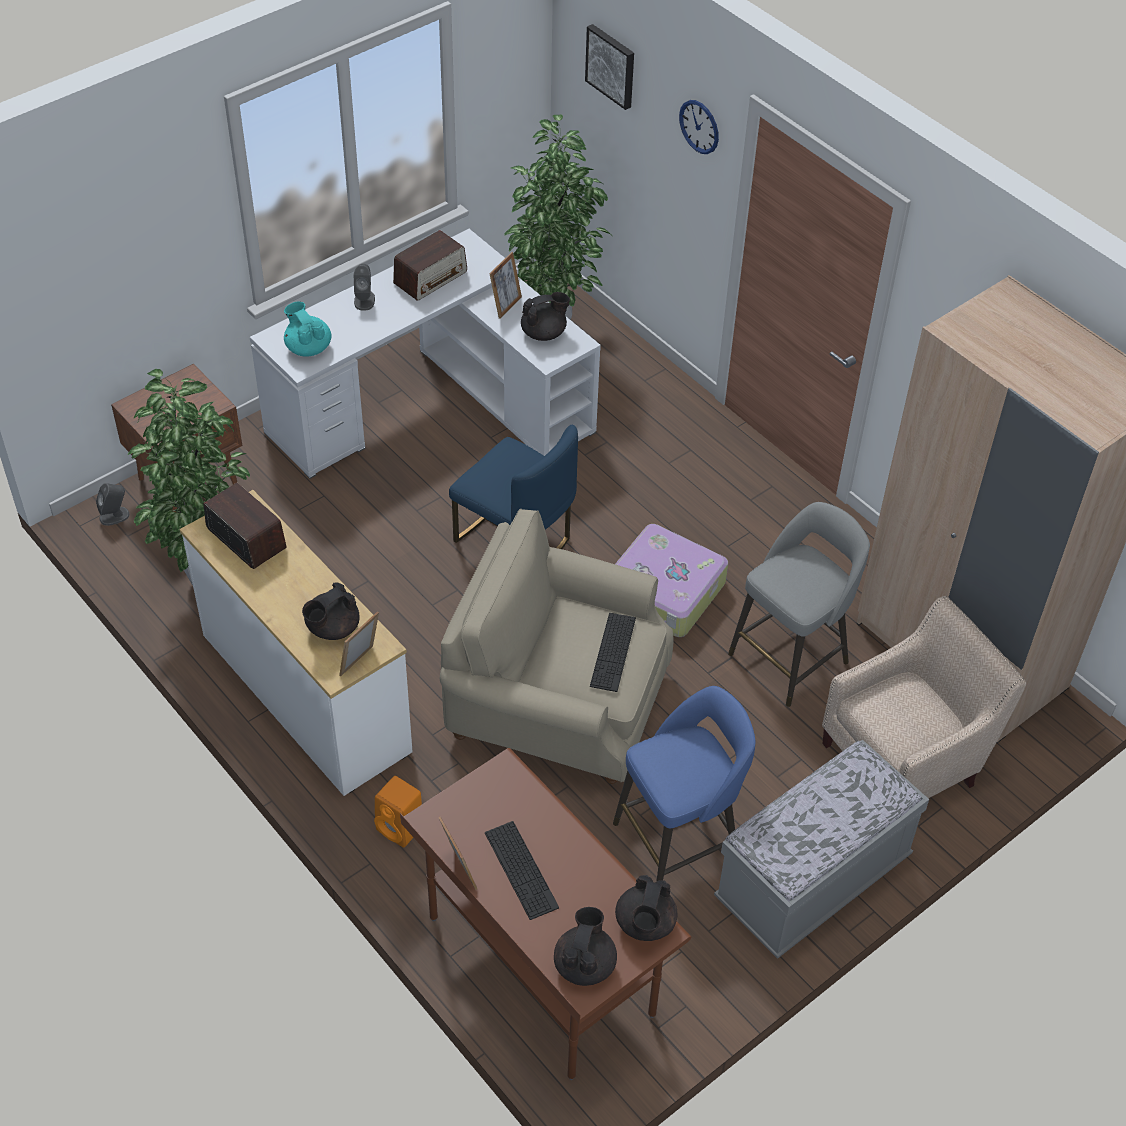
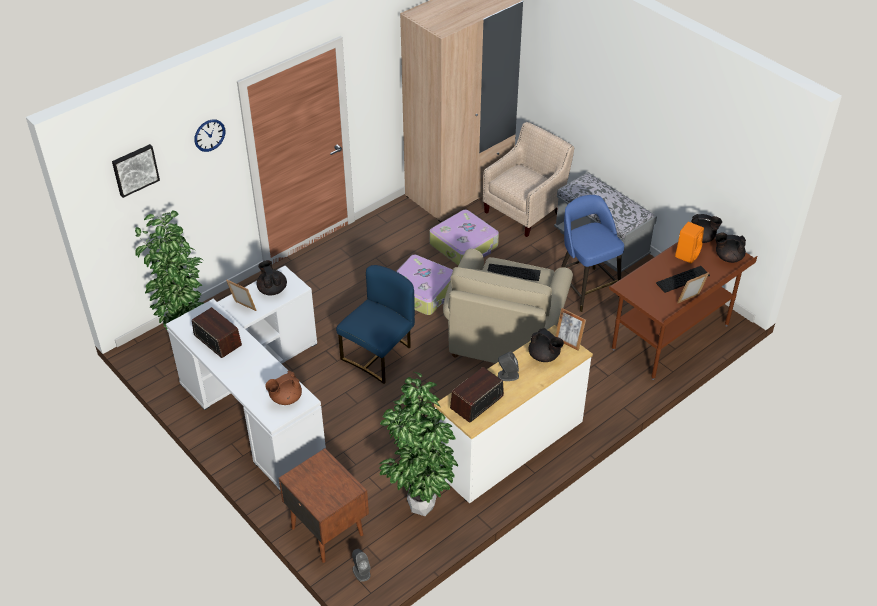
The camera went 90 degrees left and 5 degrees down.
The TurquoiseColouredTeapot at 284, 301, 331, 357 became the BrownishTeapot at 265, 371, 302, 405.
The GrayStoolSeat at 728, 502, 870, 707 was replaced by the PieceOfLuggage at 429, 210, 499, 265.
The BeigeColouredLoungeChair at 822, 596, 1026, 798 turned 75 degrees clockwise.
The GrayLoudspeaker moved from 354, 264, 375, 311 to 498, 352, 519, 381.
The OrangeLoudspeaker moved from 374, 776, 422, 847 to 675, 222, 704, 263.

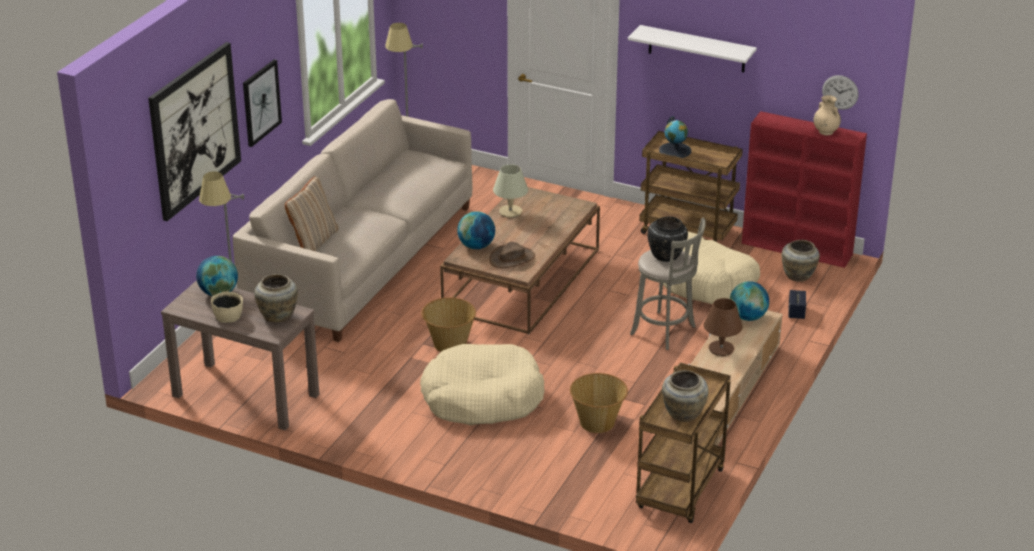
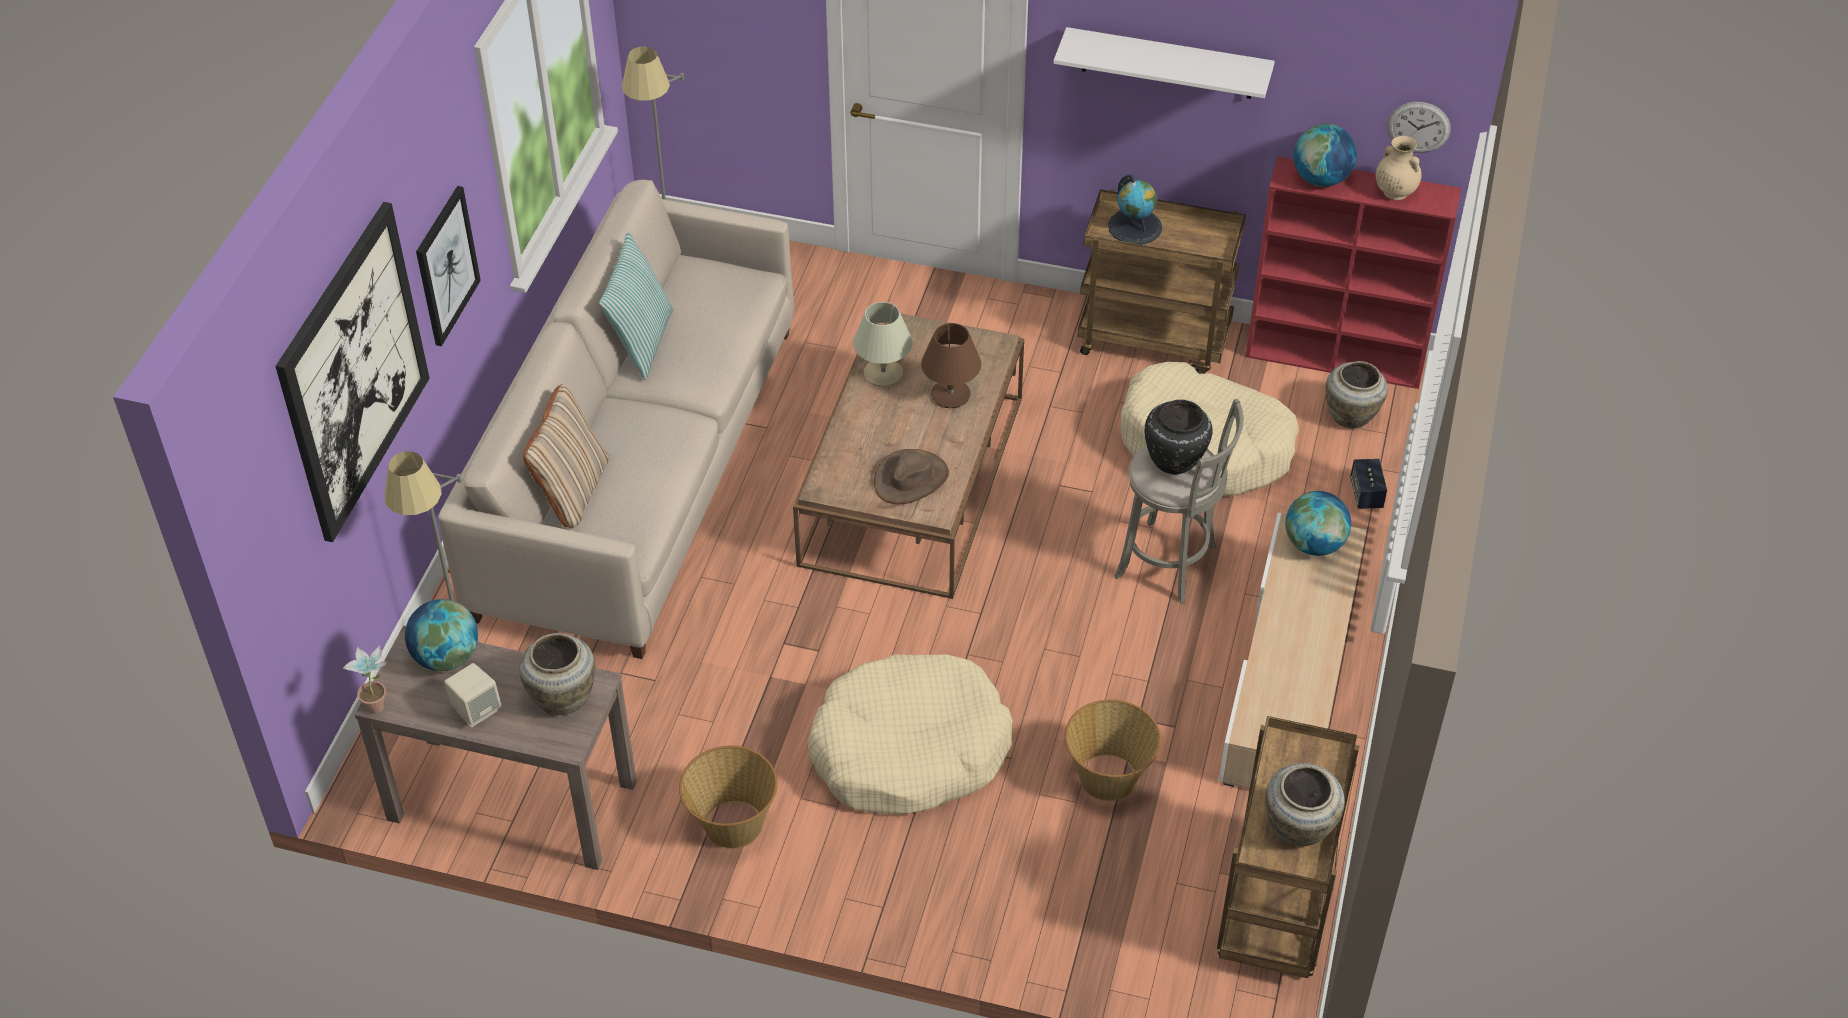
The camera went 10 degrees left and 15 degrees up.
The PlantInAPot at 343, 645, 387, 714 appeared.
The BeigeColouredDeepDish at 211, 292, 243, 323 was replaced by the BeigeColouredLoudspeaker at 444, 663, 502, 728.
The Cushion at 599, 232, 673, 380 appeared.
The HouseholdBasket moved from 421, 297, 476, 352 to 679, 746, 777, 849.
The BrownishTabletopLamp moved from 704, 298, 743, 356 to 921, 323, 981, 408.
The WorldGlobe moved from 457, 211, 495, 249 to 1294, 124, 1357, 187.

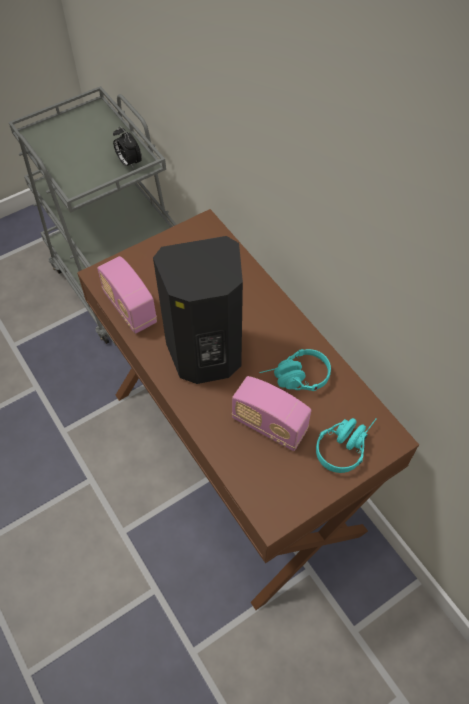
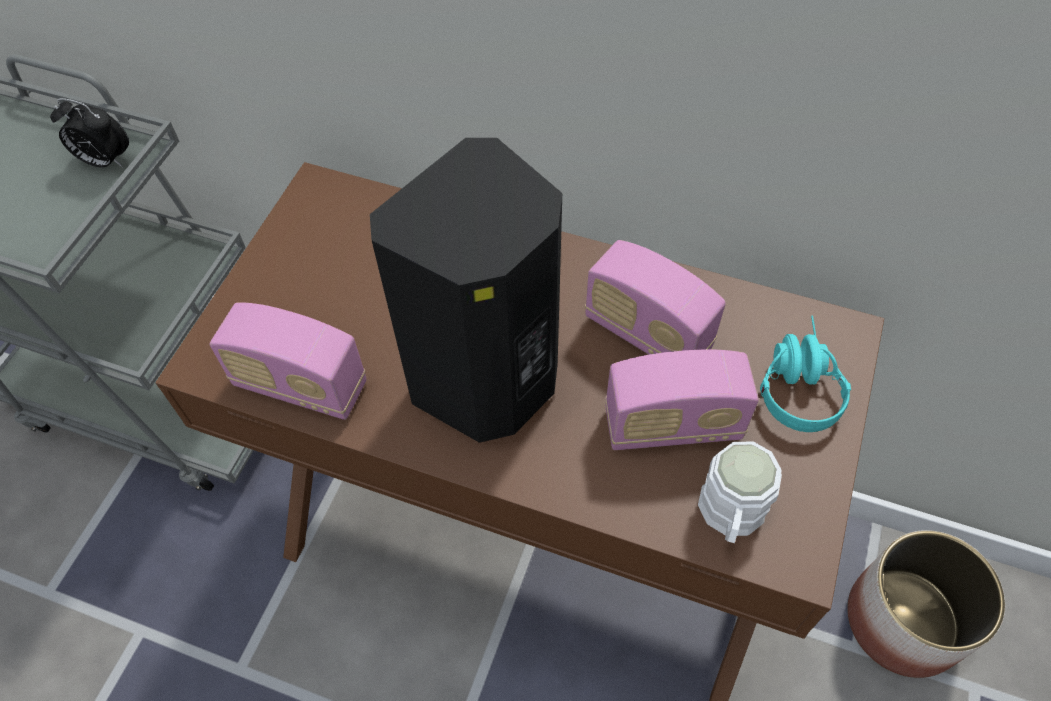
The camera went 35 degrees left and 0 degrees up.
The TurquoiseColouredHeadphones at 259, 349, 331, 391 was replaced by the RadioSet at 585, 240, 726, 355.
The WhiteTeaMug at 698, 441, 782, 543 appeared.
The FlowerPot at 847, 530, 1005, 678 appeared.

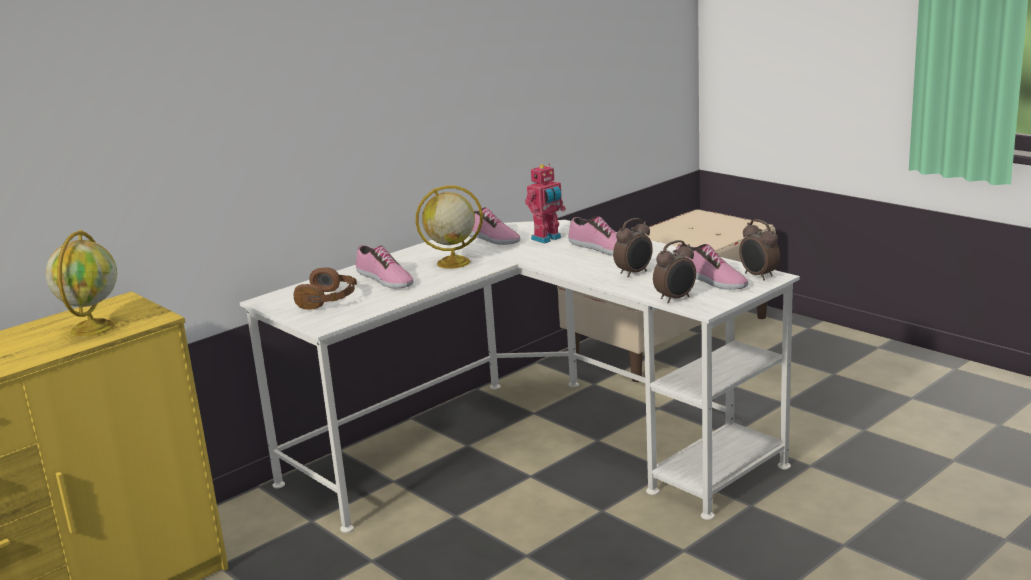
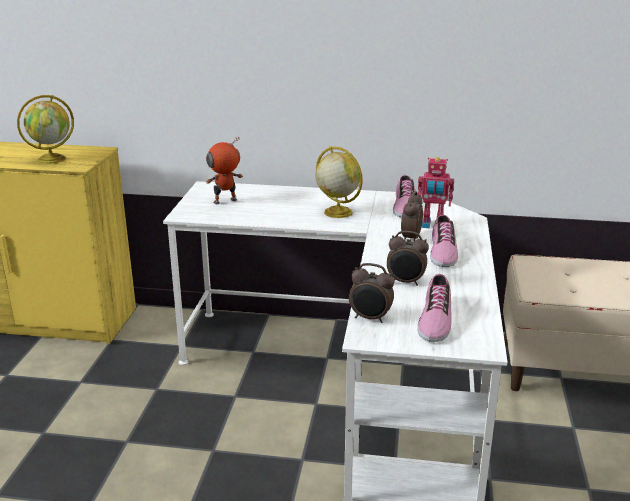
The camera went 50 degrees right and 5 degrees up.
The BrownishHeadphones at 294, 268, 357, 310 was replaced by the ToyRobot at 206, 137, 243, 204.
The BedsideClock moved from 739, 219, 780, 280 to 401, 191, 423, 241.
The Shoe at 356, 245, 414, 288 disappeared.

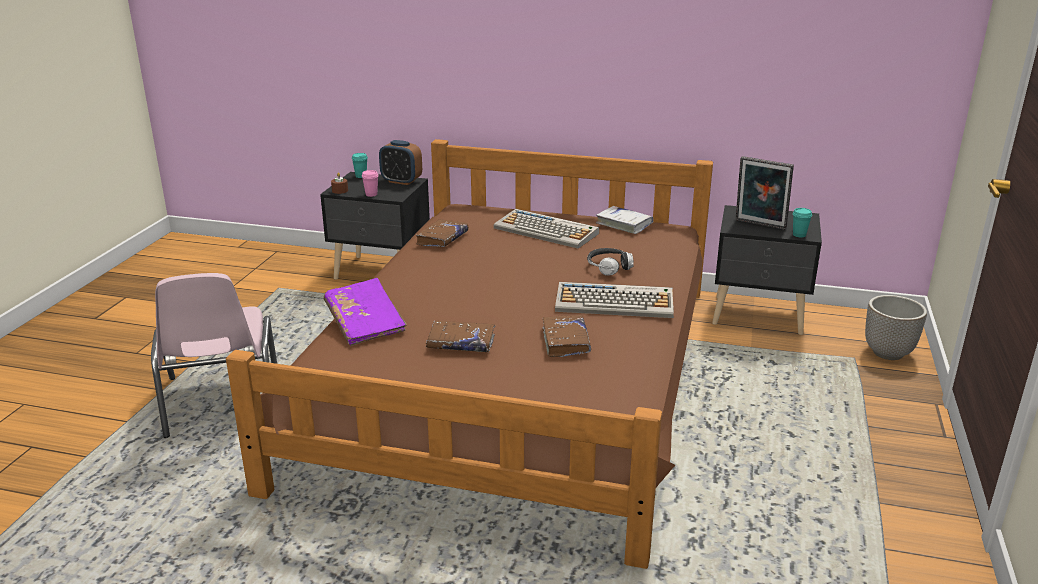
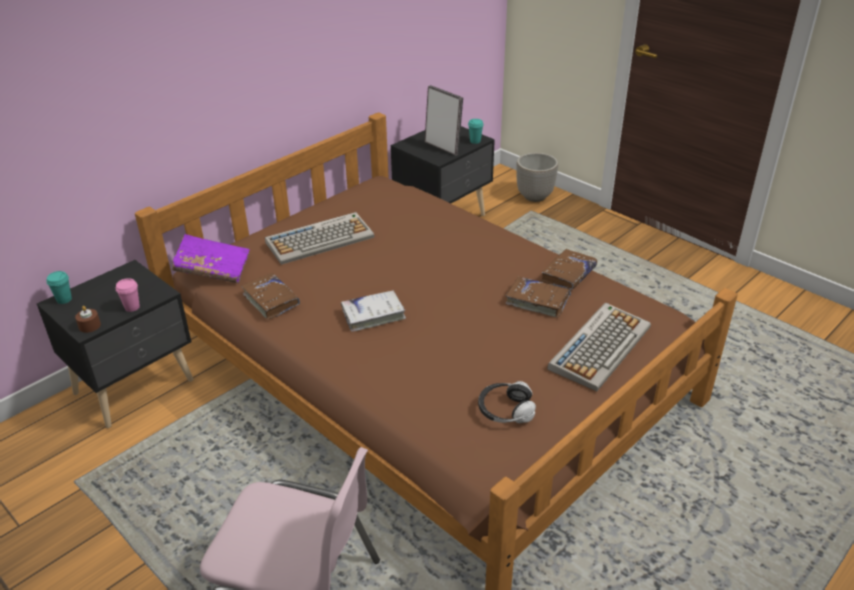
The camera went 60 degrees left and 10 degrees up.
The PurpleBoundBook moved from 324, 278, 407, 346 to 172, 234, 249, 283.
The WhiteBoundBook moved from 596, 206, 653, 234 to 341, 290, 406, 332.
The StandingFrame at 735, 156, 794, 230 turned 105 degrees counterclockwise.
The Headphones moved from 587, 248, 634, 276 to 478, 381, 536, 423.
The BrownishBoundBook moved from 426, 321, 495, 352 to 541, 249, 597, 290.
The ComputerKeyboard moved from 555, 282, 674, 318 to 547, 303, 651, 391.
The BedsideClock at 379, 140, 422, 185 disappeared.

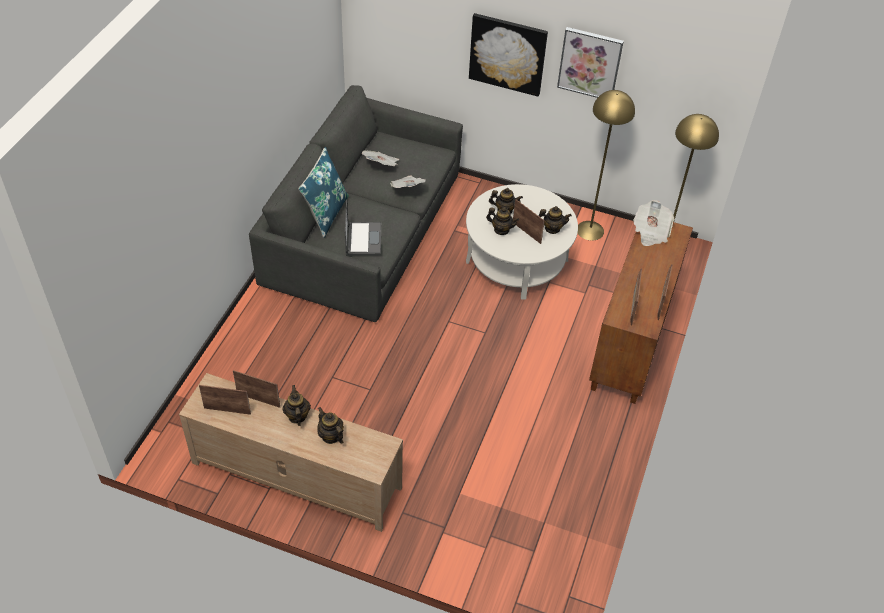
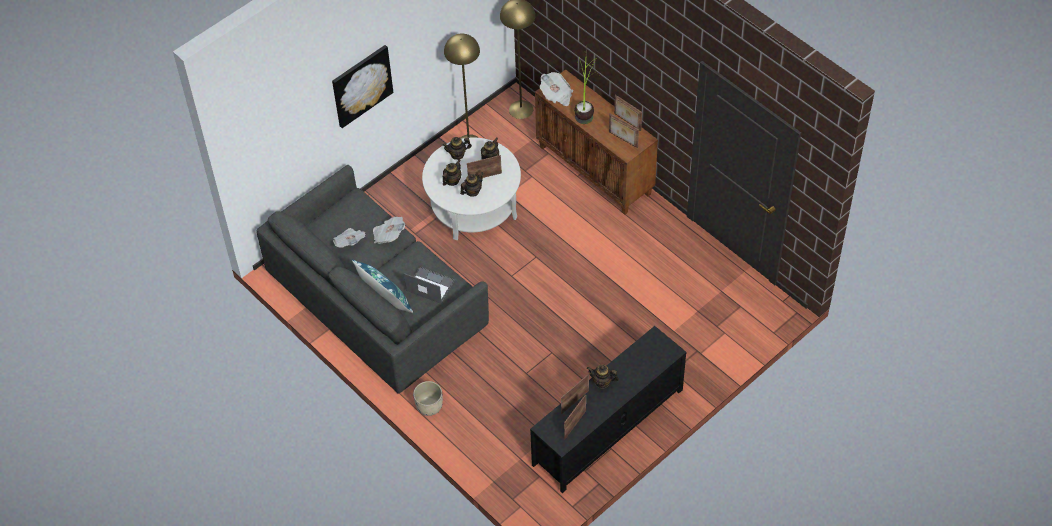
The camera went 60 degrees left and 5 degrees up.
The BeigeColouredFlowerPot at 413, 381, 443, 416 appeared.
The Teapot moved from 317, 407, 344, 444 to 442, 137, 472, 160.
The BeigeColouredTvUnit at 179, 373, 403, 532 became the BlackTvUnit at 530, 326, 686, 493.
The PlantInAPot at 574, 45, 597, 124 appeared.
The WallPicture at 557, 27, 624, 98 disappeared.

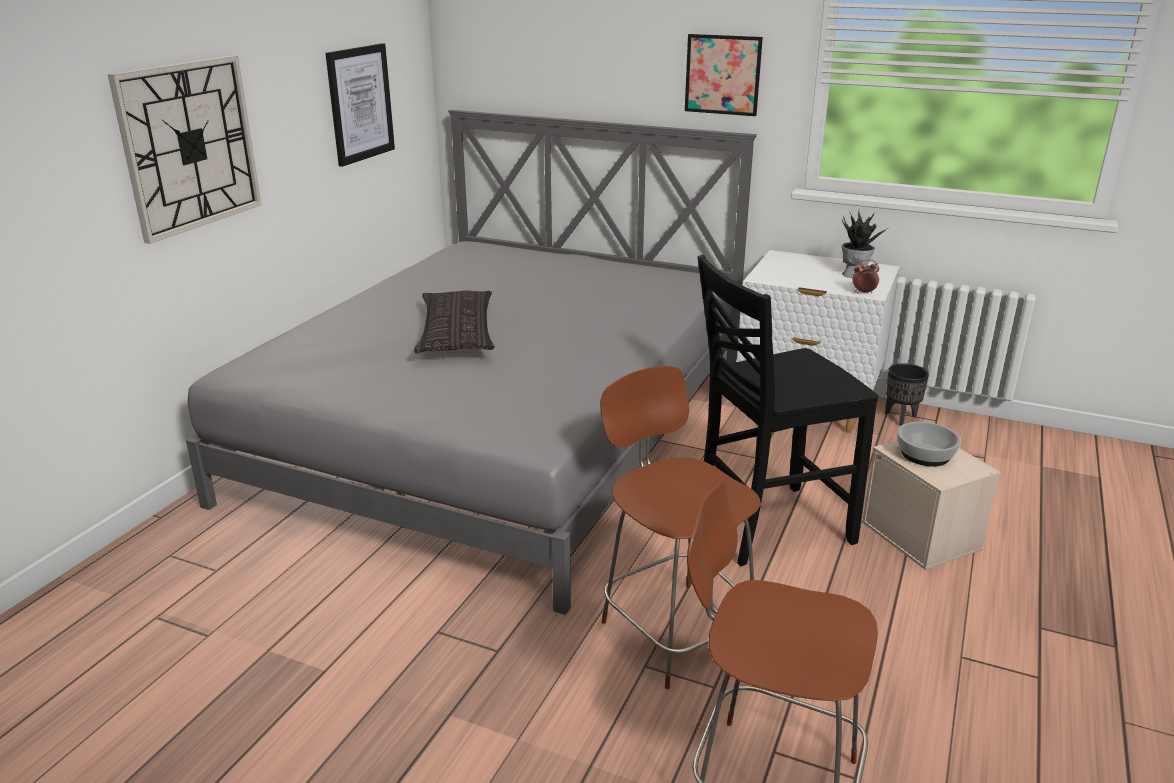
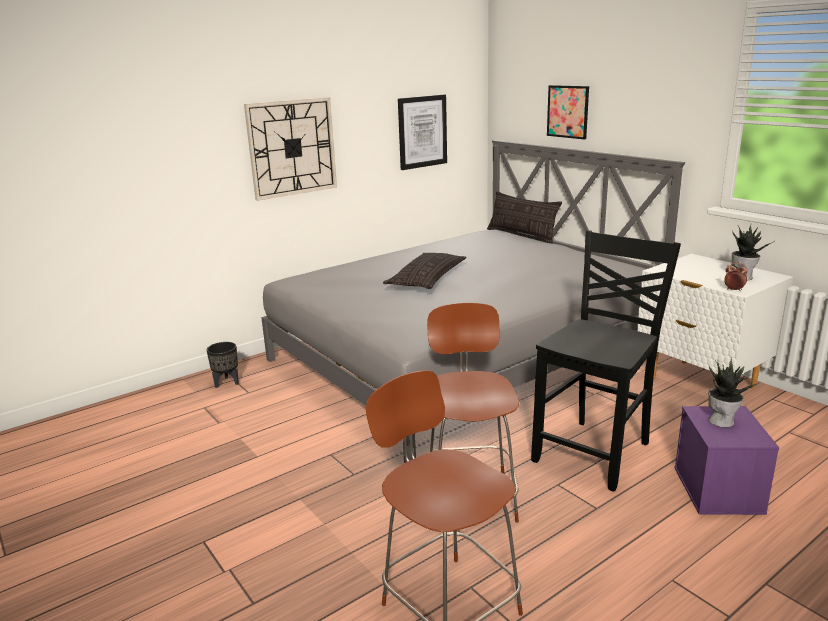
The camera went 30 degrees right and 5 degrees down.
The BlackFlowerPot moved from 885, 363, 929, 426 to 207, 342, 239, 388.
The Cushion at 487, 191, 562, 243 appeared.
The BlackUprightChair at 697, 255, 878, 566 turned 120 degrees clockwise.
The WallPicture moved from 685, 34, 763, 116 to 547, 85, 589, 140.
The BeigeColouredStorageBox at 861, 440, 1001, 570 became the PurpleStorageBox at 675, 406, 779, 515.
The DeepDish at 897, 422, 961, 467 was replaced by the PlantInAPot at 708, 358, 761, 428.

